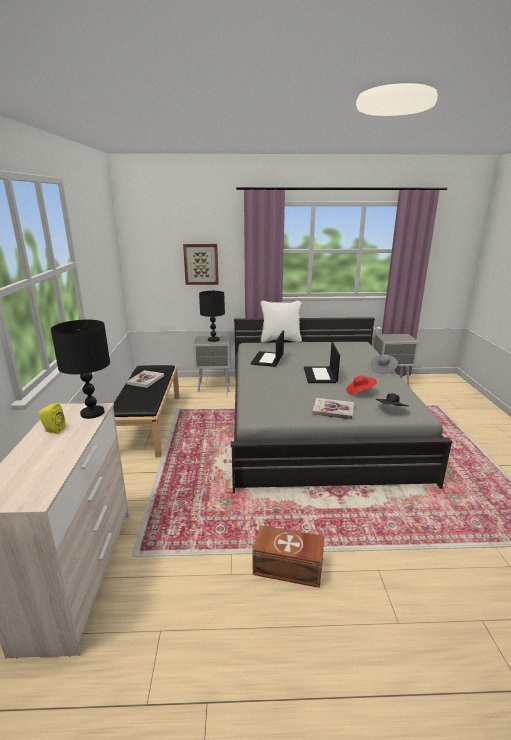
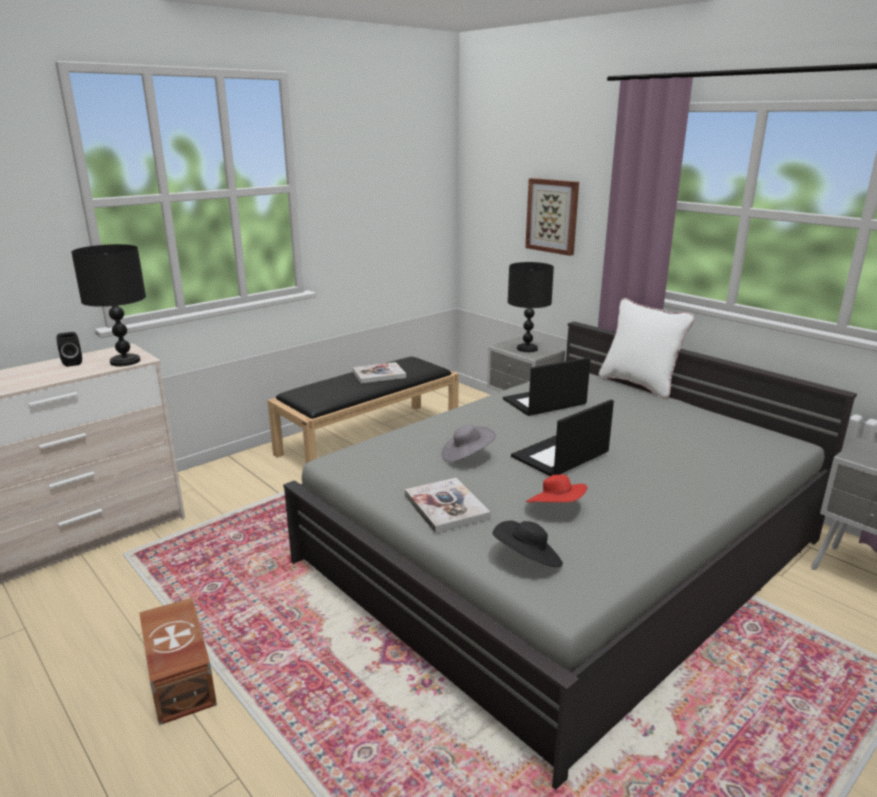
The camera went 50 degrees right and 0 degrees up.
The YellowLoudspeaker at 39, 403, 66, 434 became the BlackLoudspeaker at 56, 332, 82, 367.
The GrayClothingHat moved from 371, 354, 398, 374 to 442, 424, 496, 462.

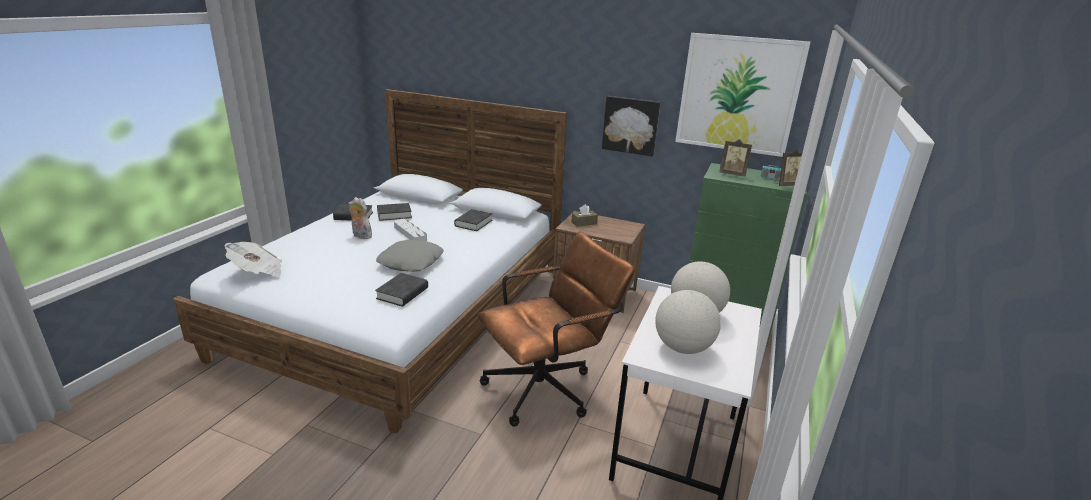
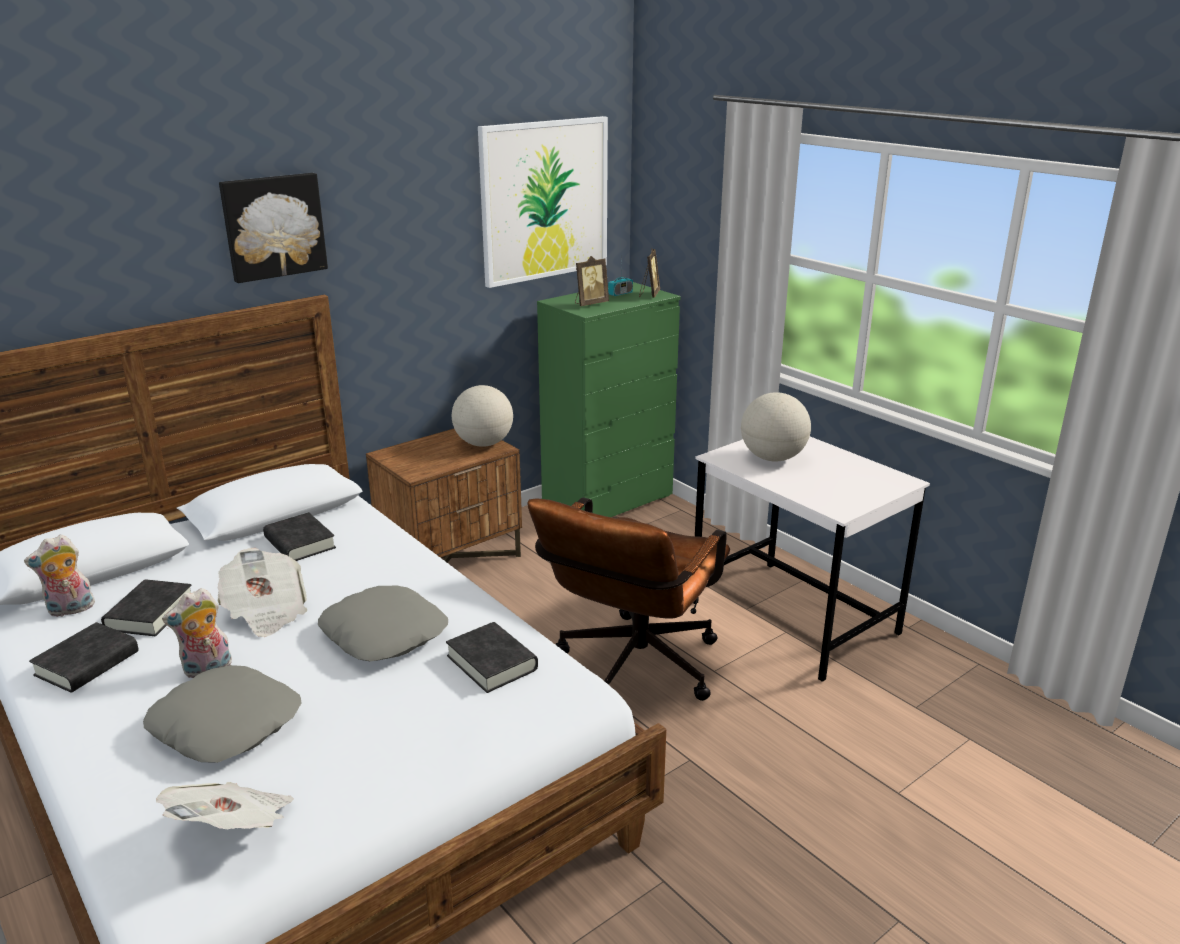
The camera went 60 degrees left and 0 degrees up.
The SoftToy at 24, 534, 95, 617 appeared.
The GrayCushion at 143, 665, 302, 763 appeared.
The GrayCarryingTray at 394, 219, 427, 241 was replaced by the PrintedPaper at 217, 548, 307, 637.
The WallPicture moved from 602, 96, 660, 156 to 219, 173, 328, 283.
The WorldGlobe moved from 655, 290, 721, 354 to 452, 385, 513, 447.
The BrownishComputerChair at 477, 232, 635, 427 turned 150 degrees counterclockwise.
The BrownishTissueHolder at 571, 204, 598, 227 disappeared.

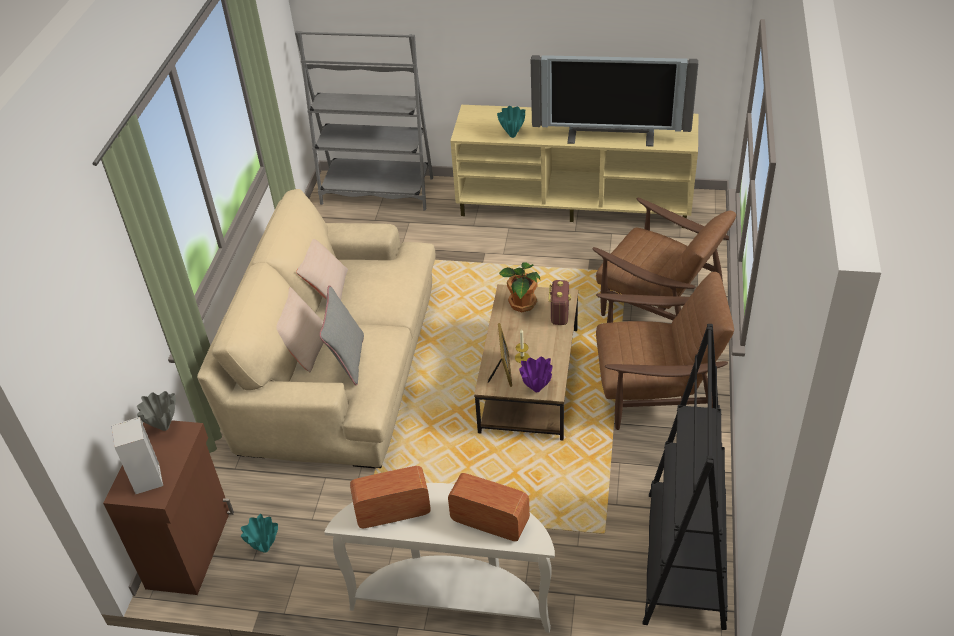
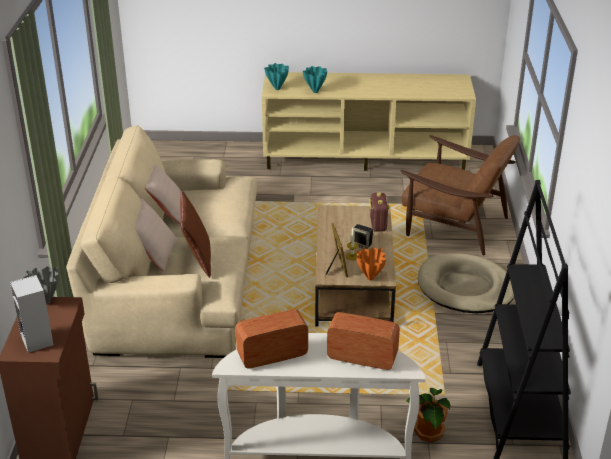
The camera went 10 degrees left and 10 degrees down.
The GrayCushion at 319, 285, 364, 385 became the BrownishCushion at 180, 191, 211, 278.
The TurquoiseColouredFlowerVase moved from 241, 514, 278, 553 to 264, 63, 289, 90.
The Loudspeaker at 350, 224, 373, 249 appeared.
The PurpleFlowerVase at 519, 357, 552, 392 became the OrangeFlowerVase at 357, 247, 386, 280.
The PlantInAPot moved from 499, 262, 540, 312 to 406, 388, 451, 442.
The BrownishLoungeChair at 596, 272, 734, 430 was replaced by the BeigeColouredDogBed at 418, 253, 514, 313.
The GrayBookcase at 295, 31, 433, 211 disappeared.
The Tv at 531, 55, 698, 147 disappeared.

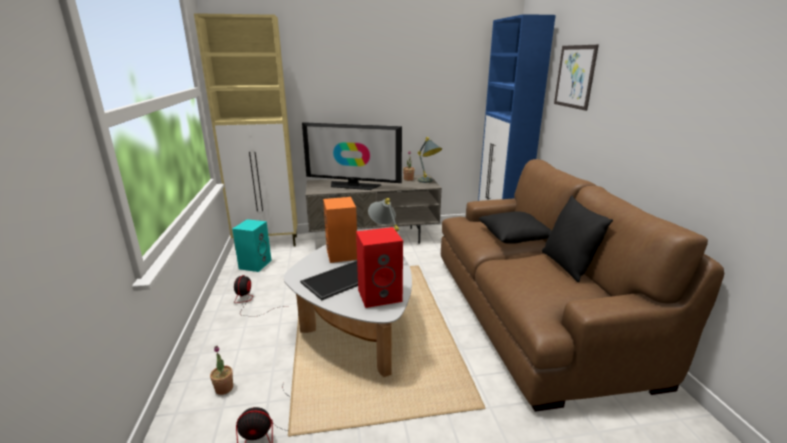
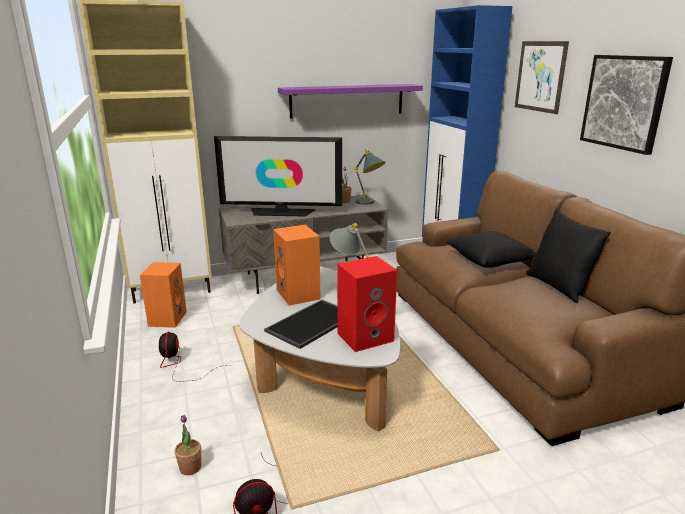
The camera went 10 degrees left and 0 degrees up.
The TurquoiseColouredLoudspeaker at 232, 219, 272, 272 became the OrangeLoudspeaker at 140, 262, 187, 328.
The PurpleWallShelf at 278, 84, 423, 119 appeared.
The WallPicture at 580, 55, 673, 155 appeared.

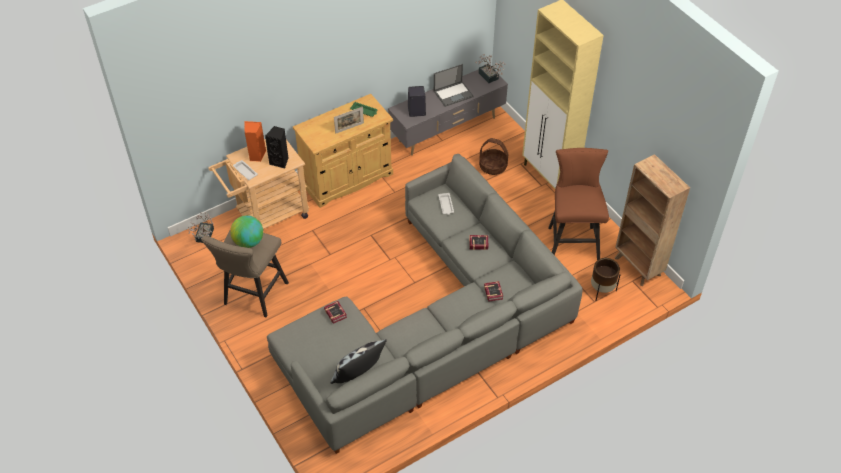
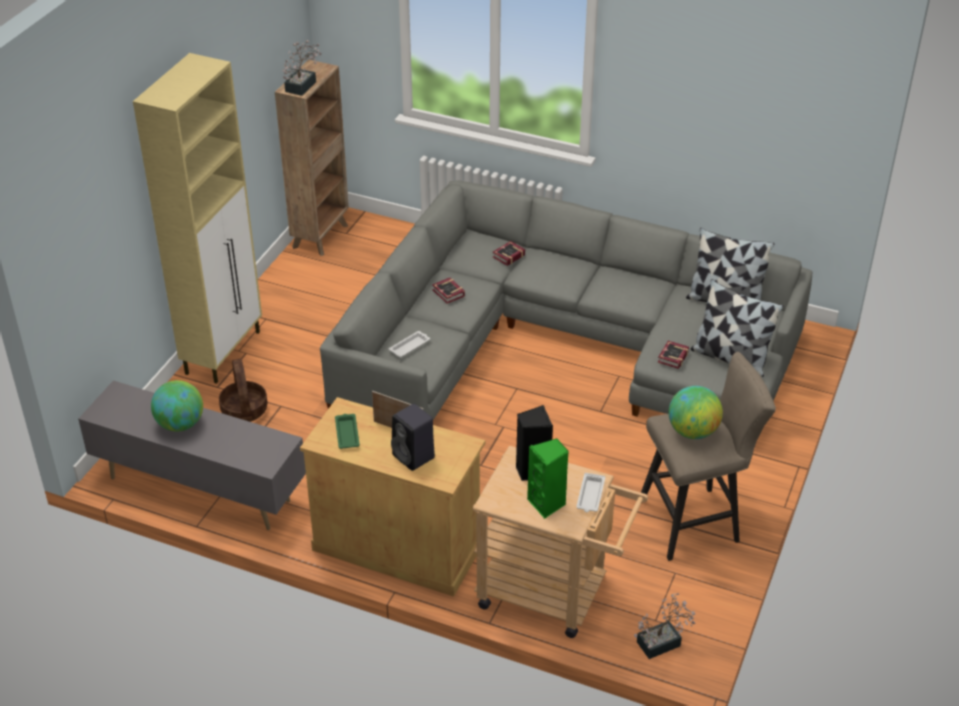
The camera went 125 degrees left and 10 degrees down.
The NotebookComputer at 434, 64, 474, 107 was replaced by the WorldGlobe at 151, 380, 203, 432.
The PlantInAPot moved from 475, 54, 506, 83 to 283, 40, 321, 96.
The BlackLoudspeaker moved from 408, 86, 426, 117 to 391, 404, 435, 471.
The OrangeLoudspeaker at 244, 121, 266, 162 became the GreenishLoudspeaker at 527, 438, 569, 519.
The Cushion at 691, 279, 784, 377 appeared.
The BrownishStoolSeat at 549, 148, 609, 260 disappeared.
The BrownishFlowerPot at 591, 258, 620, 301 disappeared.

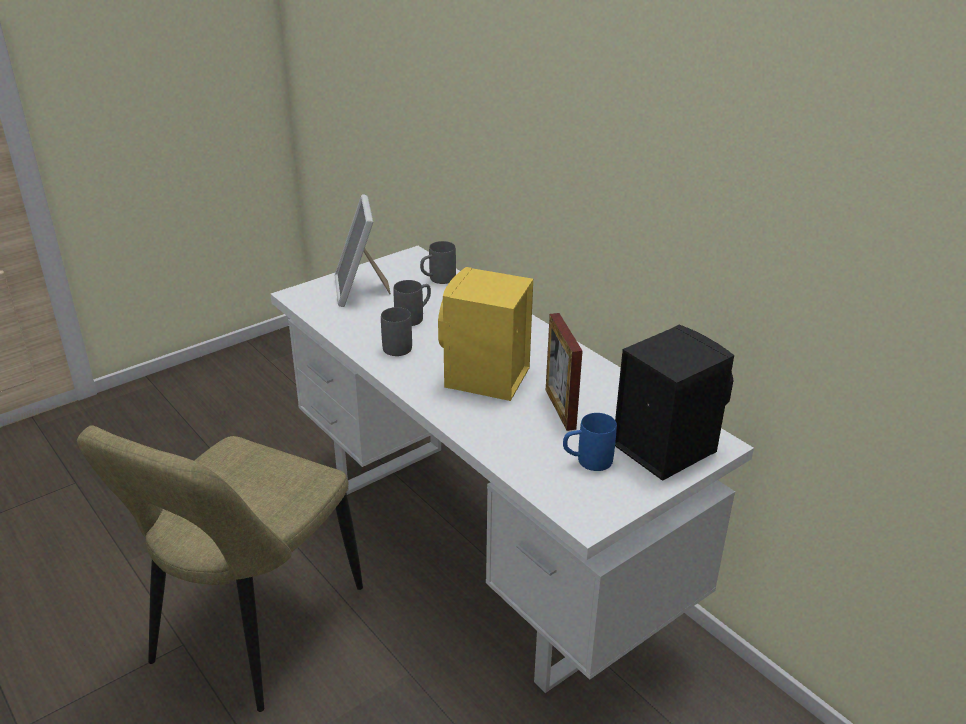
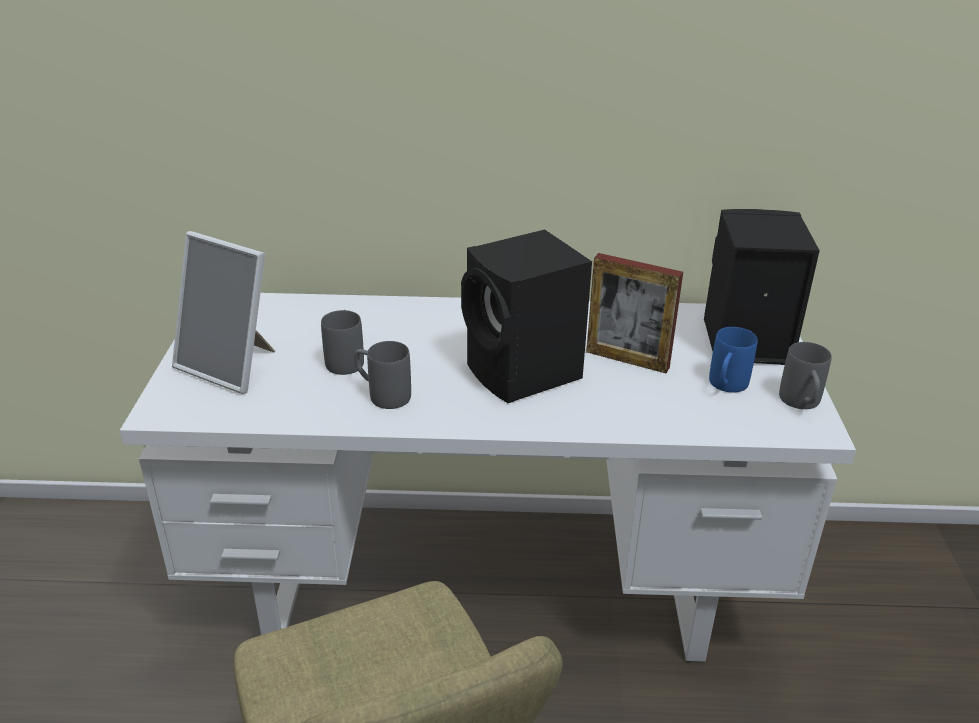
The camera went 50 degrees left and 0 degrees up.
The YellowLoudspeaker at 438, 267, 533, 401 became the BlackLoudspeaker at 461, 230, 592, 403.
The GrayTeaMug moved from 420, 241, 456, 284 to 779, 342, 832, 409.

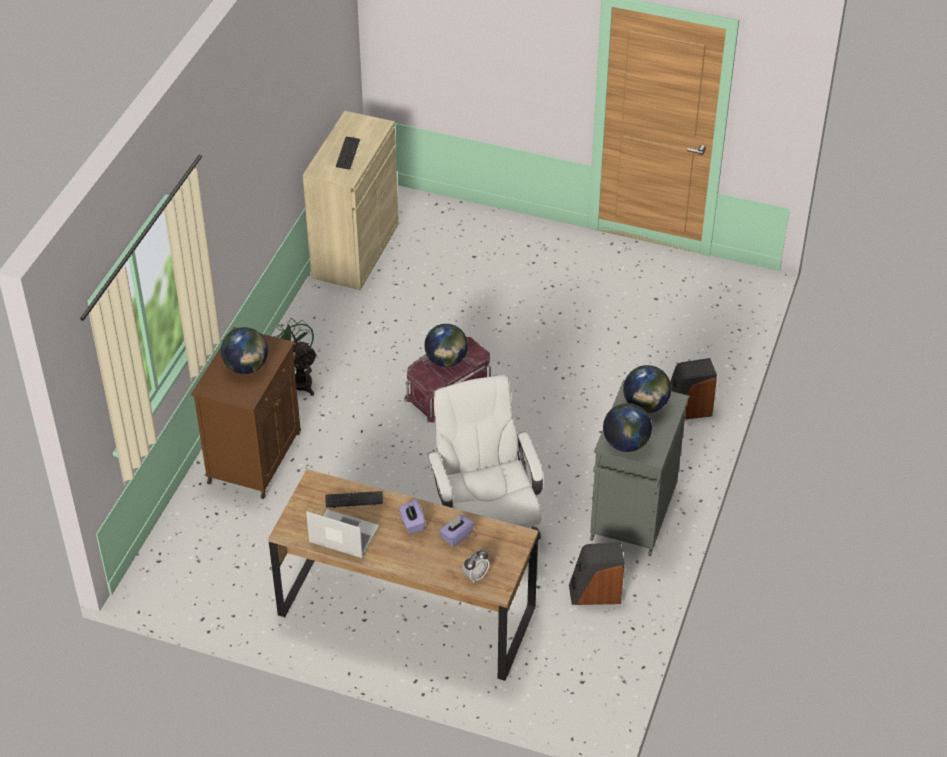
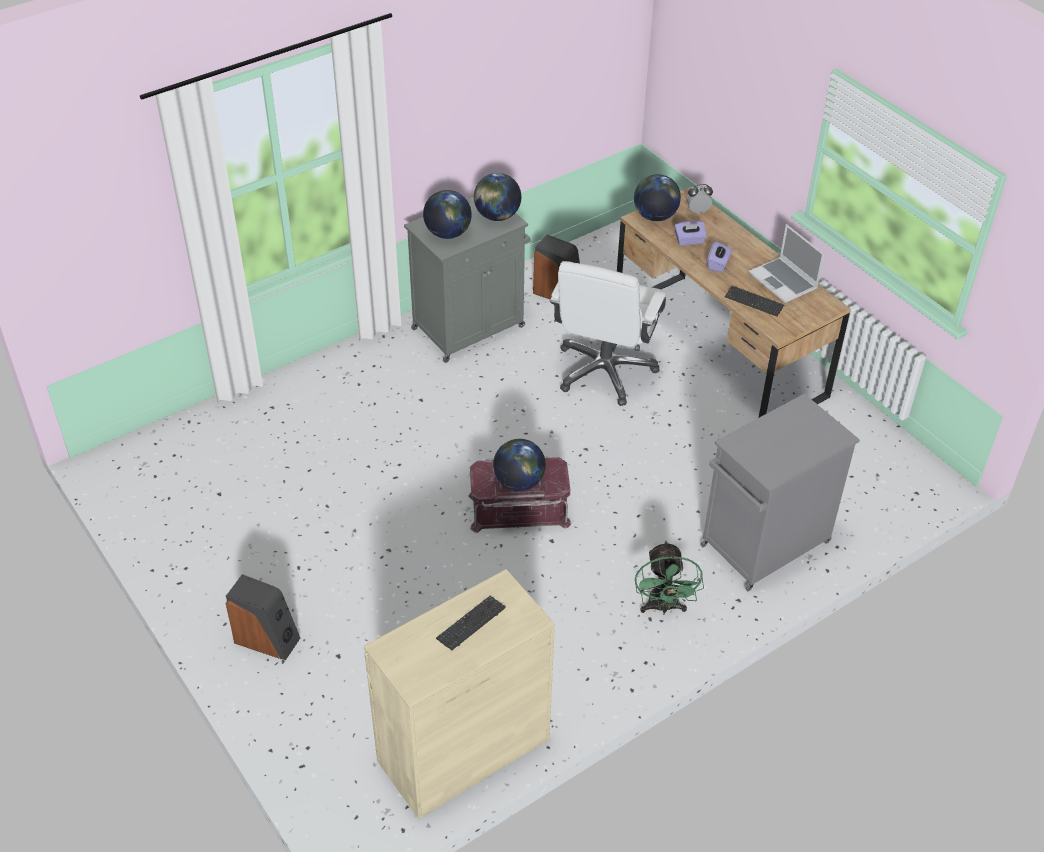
The camera went 145 degrees left and 0 degrees up.
The Loudspeaker moved from 670, 358, 717, 419 to 226, 574, 300, 660.
The WorldGlobe moved from 221, 327, 268, 374 to 634, 174, 681, 221.
The BrownishCupboard at 191, 327, 301, 499 became the GrayCupboard at 700, 394, 860, 591.

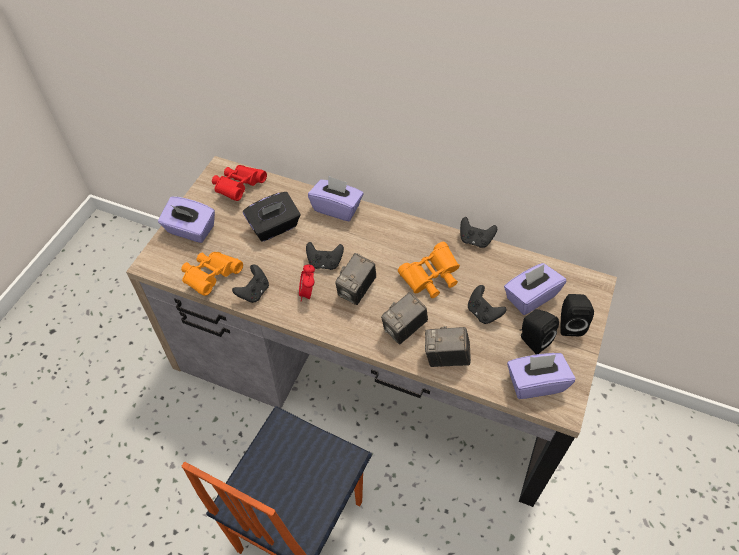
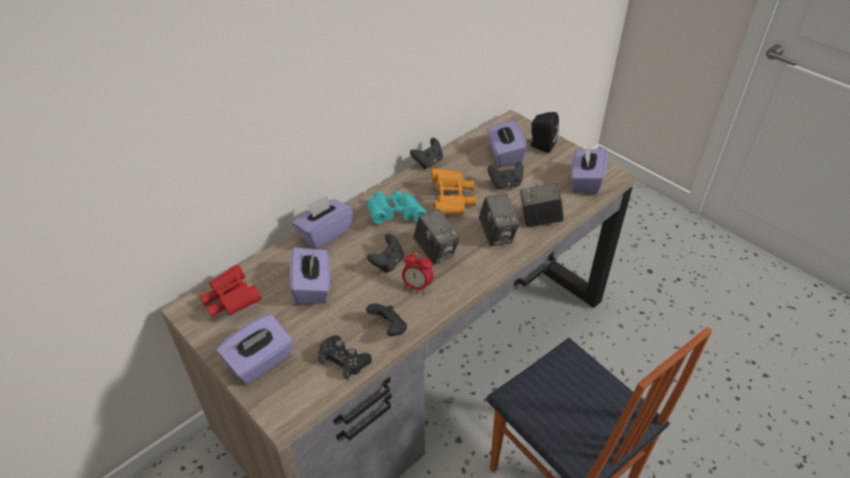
The camera went 65 degrees left and 10 degrees down.
The BlackTissueHolder at 243, 192, 300, 242 became the PurpleTissueHolder at 290, 248, 330, 305.
The OrangePairOfBinoculars at 181, 252, 243, 296 was replaced by the BlackGameController at 318, 335, 372, 380.
The TurquoiseColouredPairOfBinoculars at 366, 191, 426, 224 appeared.
The PhotoCamera at 425, 326, 471, 367 turned 60 degrees clockwise.
The BlackLoudspeaker at 520, 309, 559, 354 disappeared.

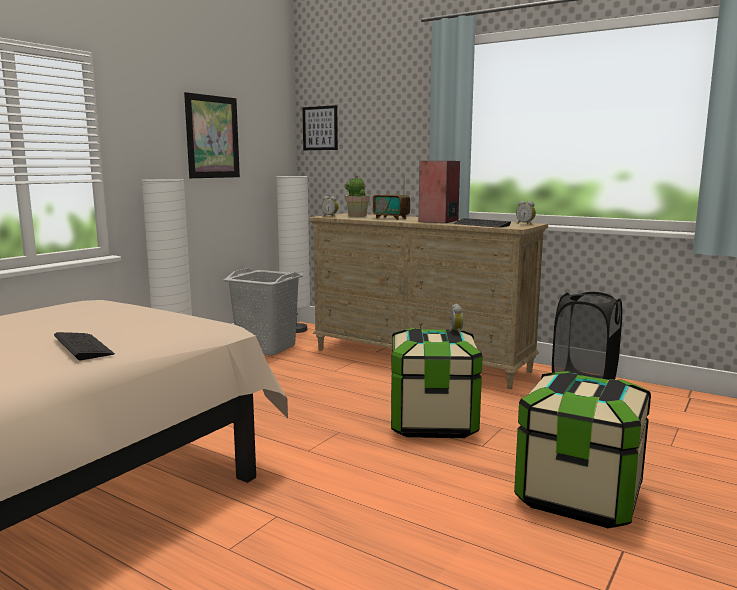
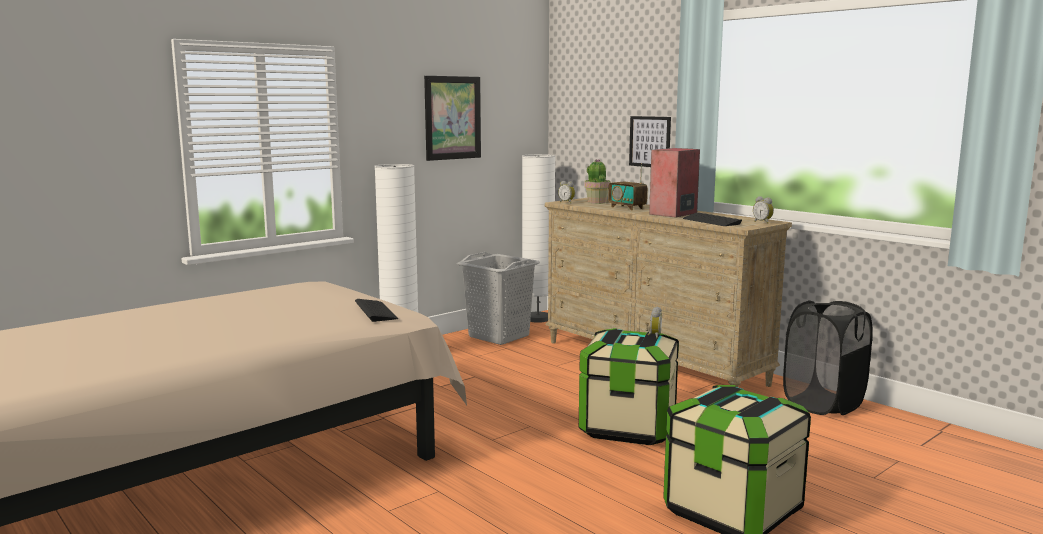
The camera went 15 degrees right and 0 degrees up.
The ComputerKeyboard moved from 54, 332, 115, 360 to 355, 299, 398, 322.
The WallPicture moved from 302, 105, 338, 150 to 629, 116, 671, 167.

